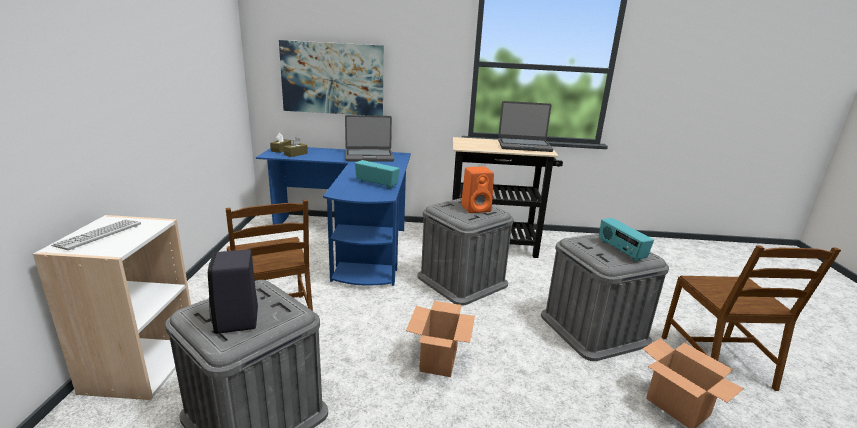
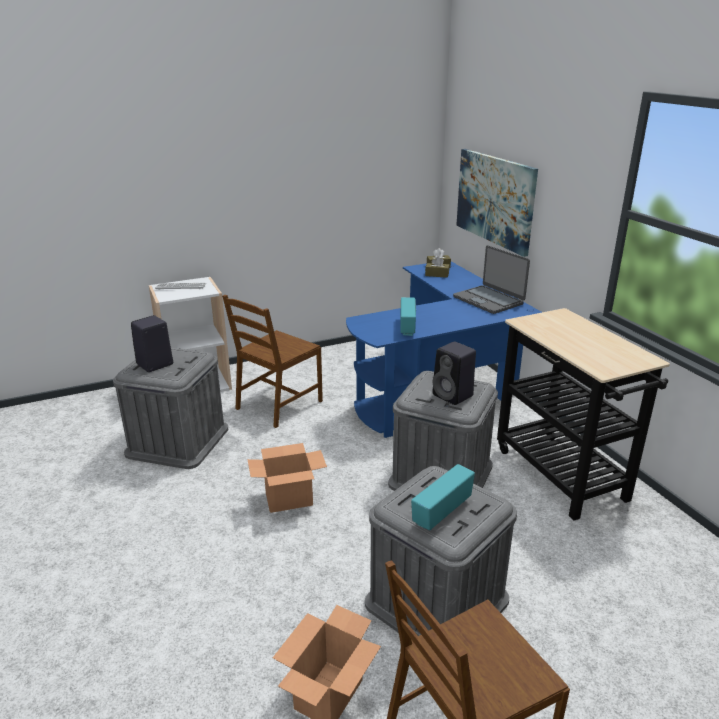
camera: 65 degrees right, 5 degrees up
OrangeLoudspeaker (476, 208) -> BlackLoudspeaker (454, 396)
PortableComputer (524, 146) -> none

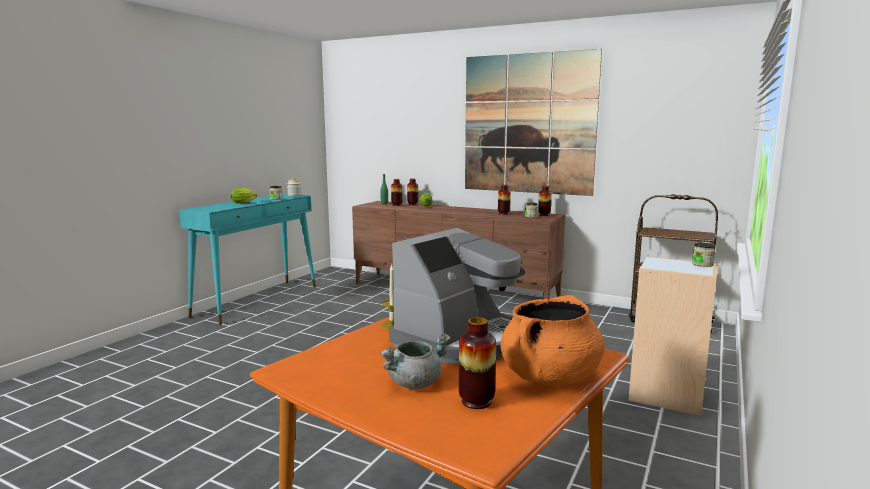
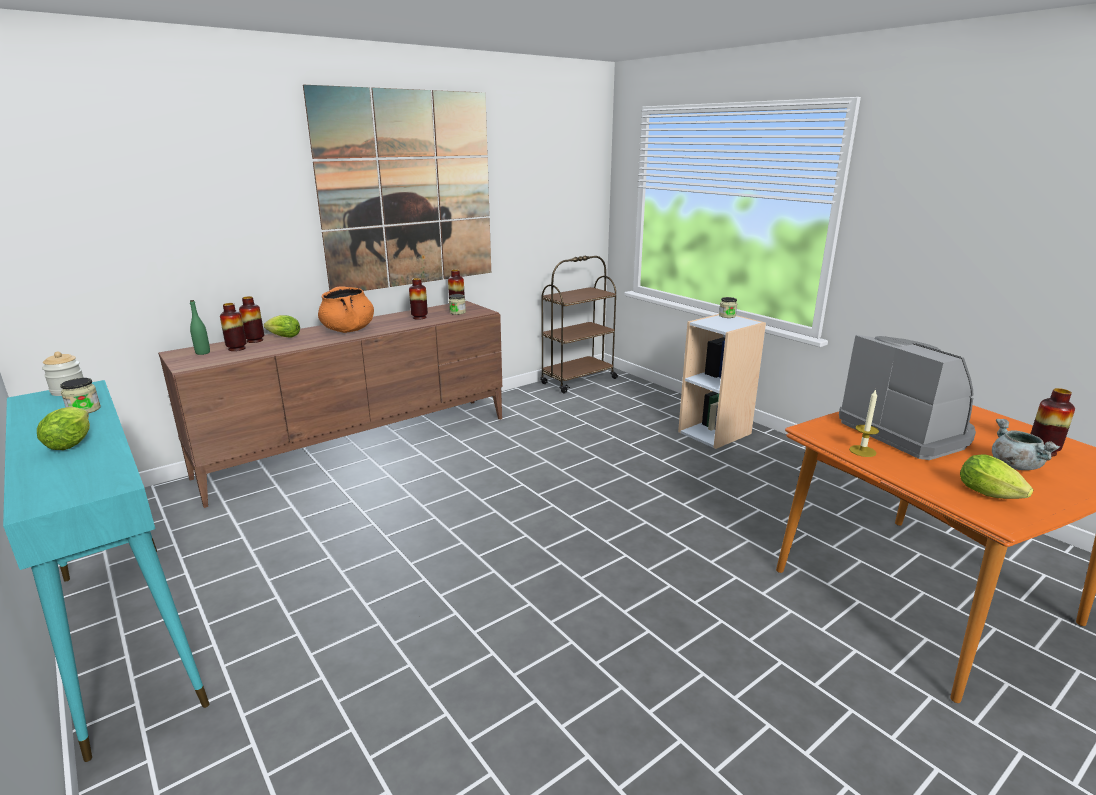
camera: 65 degrees left, 10 degrees up
OrangeCookingPot (549, 377) -> OrangeCookingPot (348, 330), move
none -> LettuceHead (992, 496)

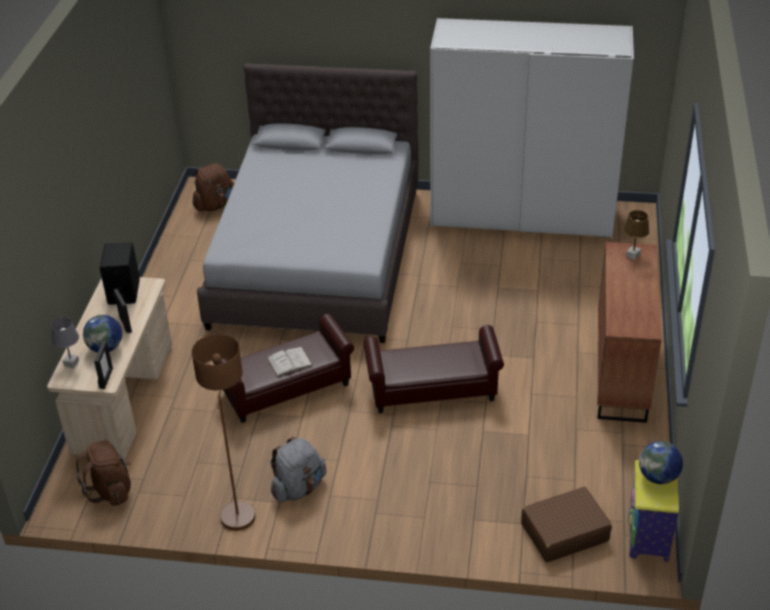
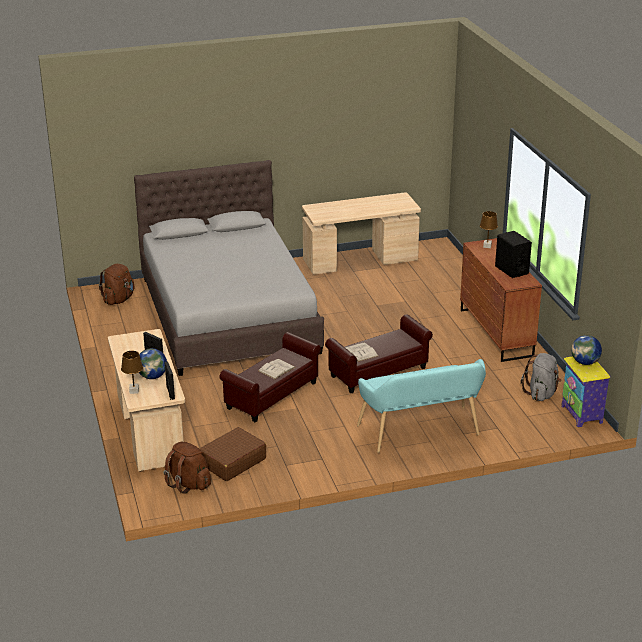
camera: 25 degrees left, 10 degrees down
GrayLampForATable (71, 363) -> BrownLampForATable (134, 390)
BlackLoudspeaker (124, 291) -> BlackLoudspeaker (511, 270), move
BrownStandingLamp (238, 508) -> none
GrayRucksack (299, 488) -> GrayRucksack (541, 393), move
WhiteWardrobe (522, 215) -> SandColouredDesk (360, 261)
BrownSuitcase (564, 532) -> BrownSuitcase (232, 462), move
none -> WhiteVolume (361, 352)
none -> TurquoiseIndoorBench (421, 433)

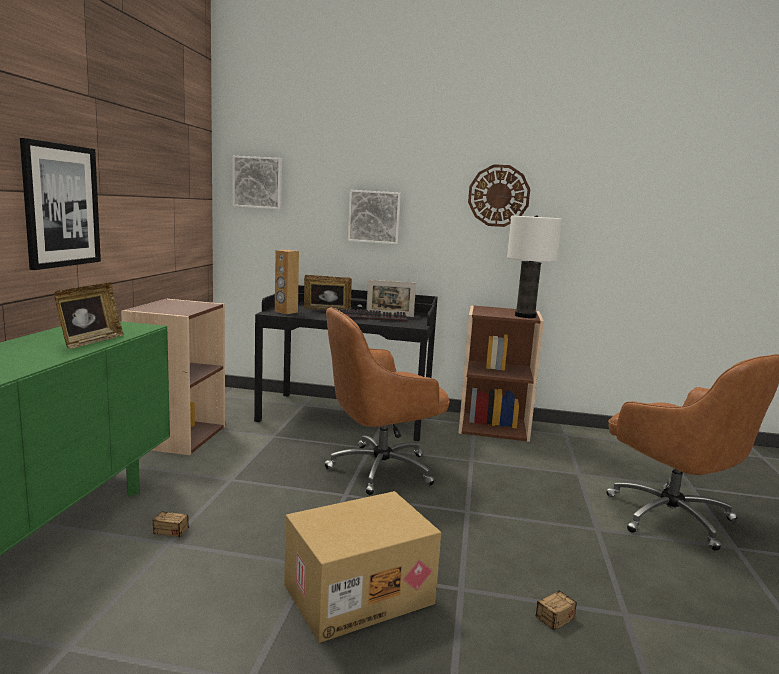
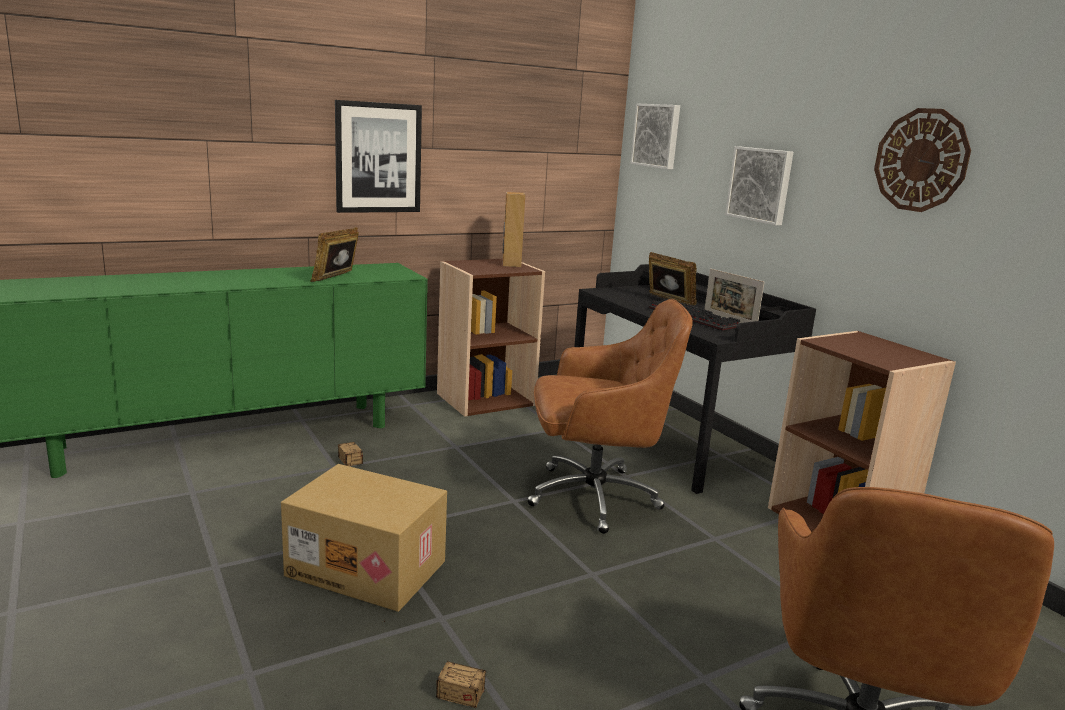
camera: 50 degrees right, 5 degrees up
PictureFrame (90, 342) -> PictureFrame (337, 278), 135 degrees clockwise
BrownLoudspeaker (286, 312) -> BrownLoudspeaker (511, 264), move
BrownComputerChair (380, 469) -> BrownComputerChair (594, 497), 150 degrees clockwise
WhiteLampForATable (525, 316) -> none

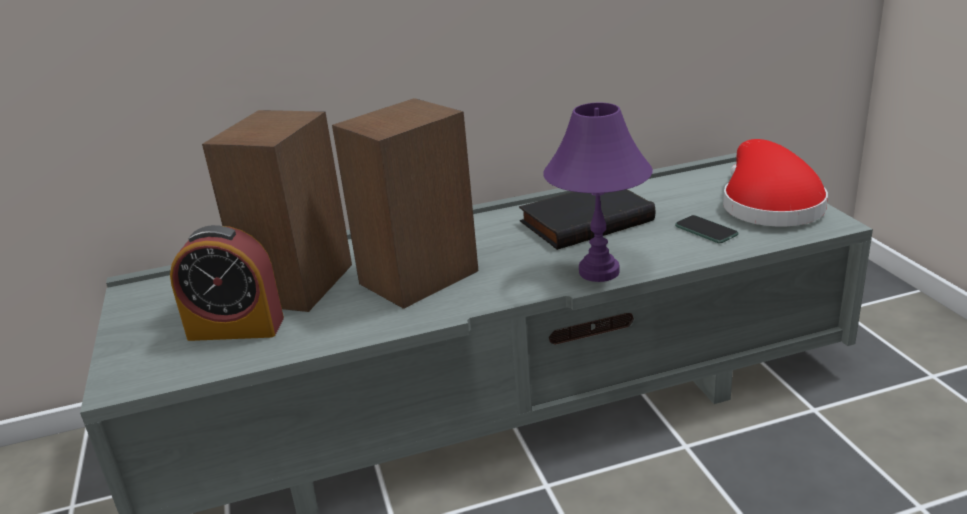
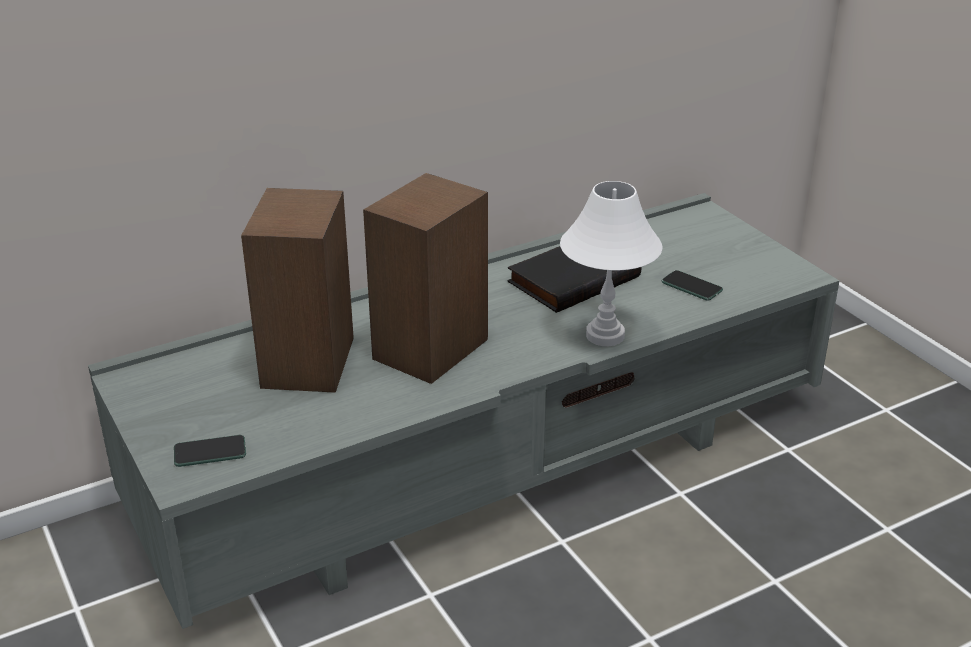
camera: 15 degrees left, 5 degrees up
TableClock (236, 328) -> none
PurpleColouredLampForATable (600, 272) -> WhiteLampForATable (606, 335)
RedColouredHat (768, 205) -> none
none -> Phone (210, 452)

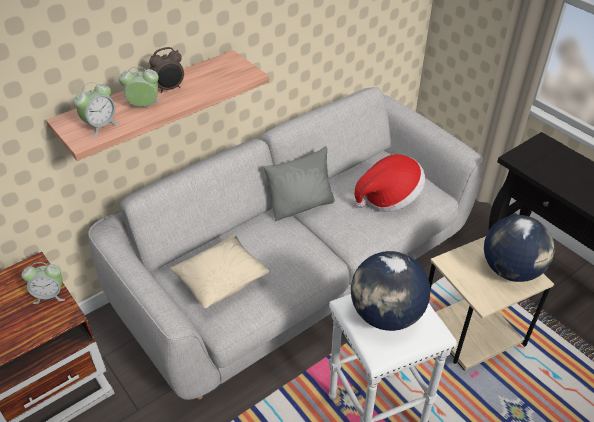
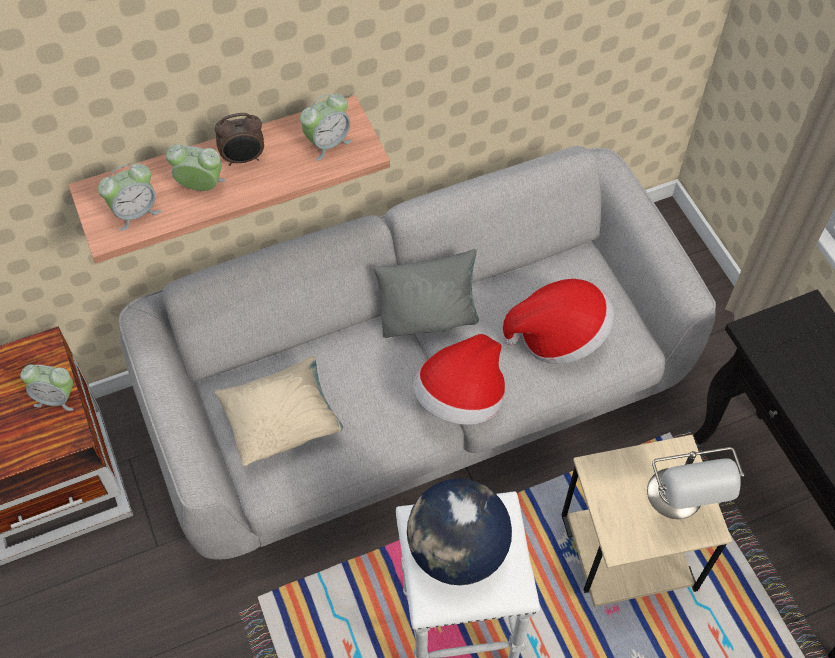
camera: 15 degrees right, 15 degrees up
DeskGlobe (511, 270) -> WhiteLampForATable (679, 504)
none -> TableClock (328, 143)
none -> Hat (461, 398)

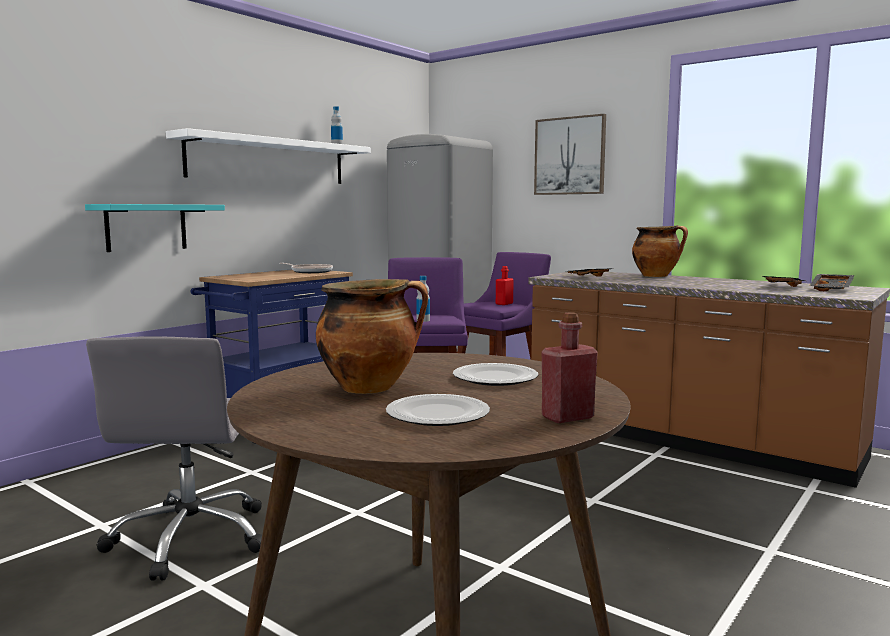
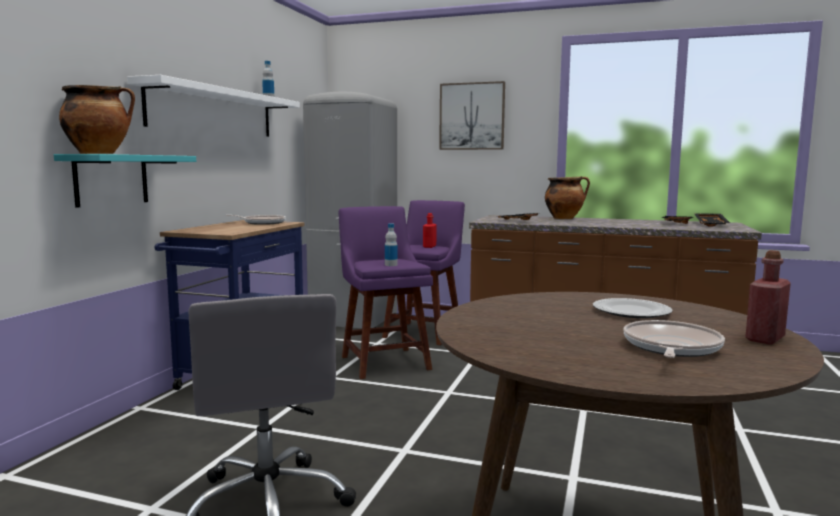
camera: 20 degrees left, 0 degrees up
CookingPot (371, 388) -> CookingPot (99, 154), move
Plate (436, 414) -> FryingPan (670, 348)

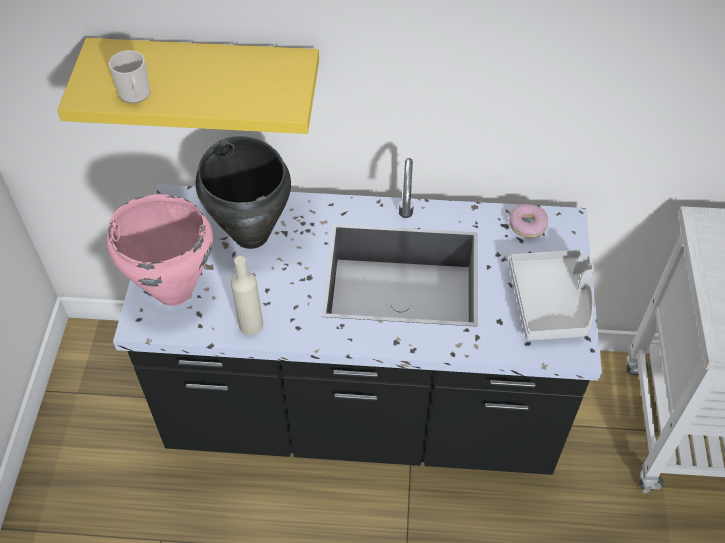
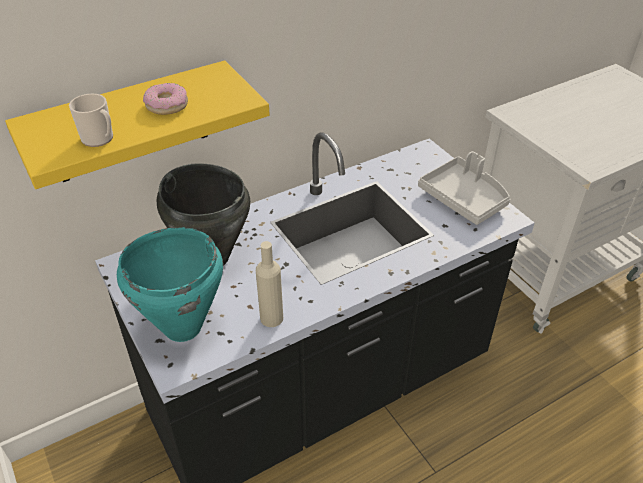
camera: 35 degrees left, 10 degrees down
PinkishCookingPot (173, 290) -> TurquoiseCookingPot (182, 327)
Donut (527, 225) -> Donut (167, 105), move

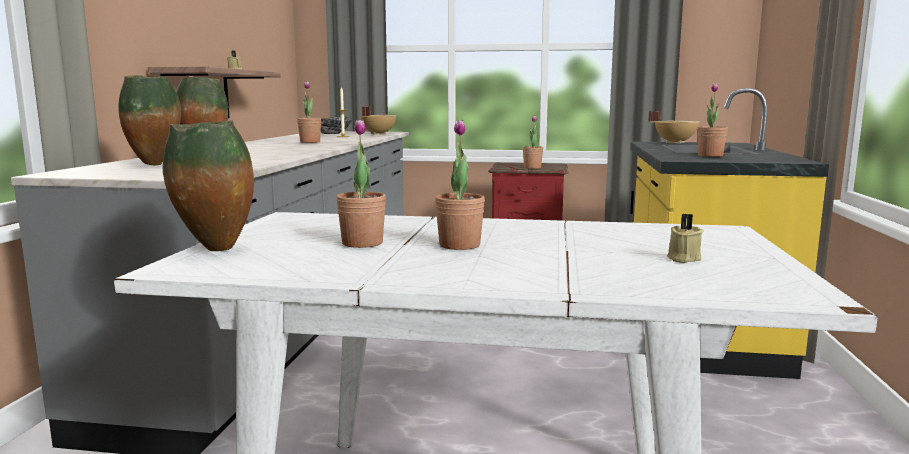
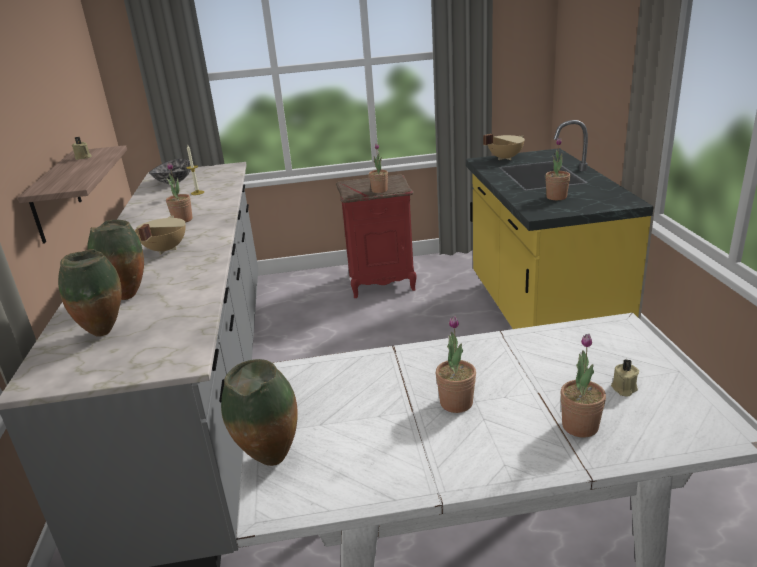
camera: 15 degrees left, 15 degrees up
Houseplant (362, 243) -> Houseplant (580, 426), move
SandColouredCookingPot (377, 134) -> SandColouredCookingPot (164, 250), move

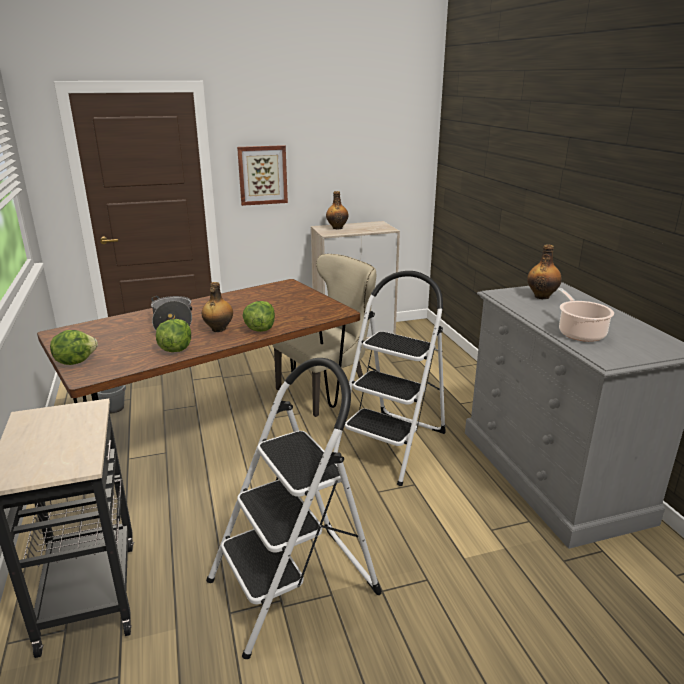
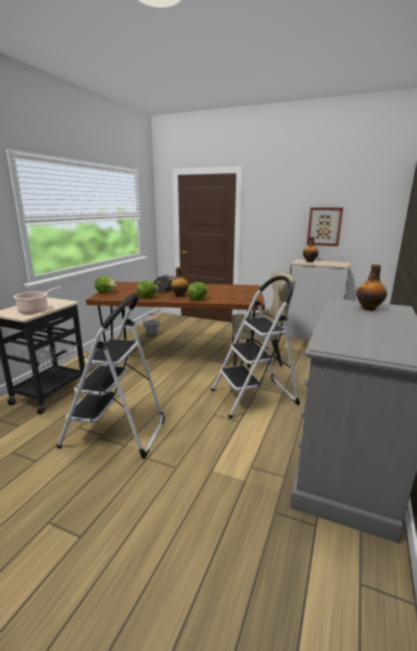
camera: 40 degrees right, 5 degrees down
WallArt (262, 175) -> WallArt (324, 226), move
CookingPot (580, 333) -> CookingPot (35, 310), move

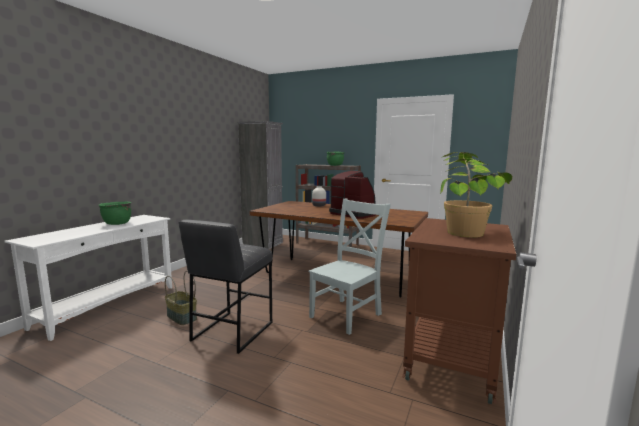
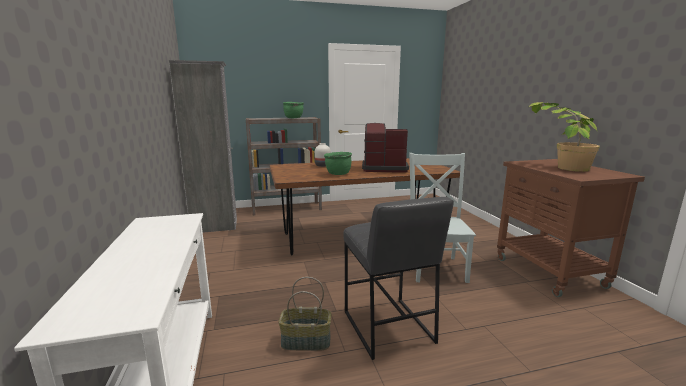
camera: 40 degrees left, 5 degrees up
GreenColouredCookingPot (117, 223) -> GreenColouredCookingPot (338, 174), move

